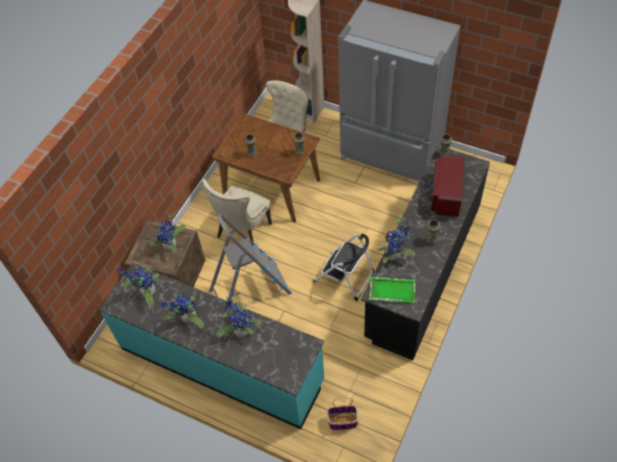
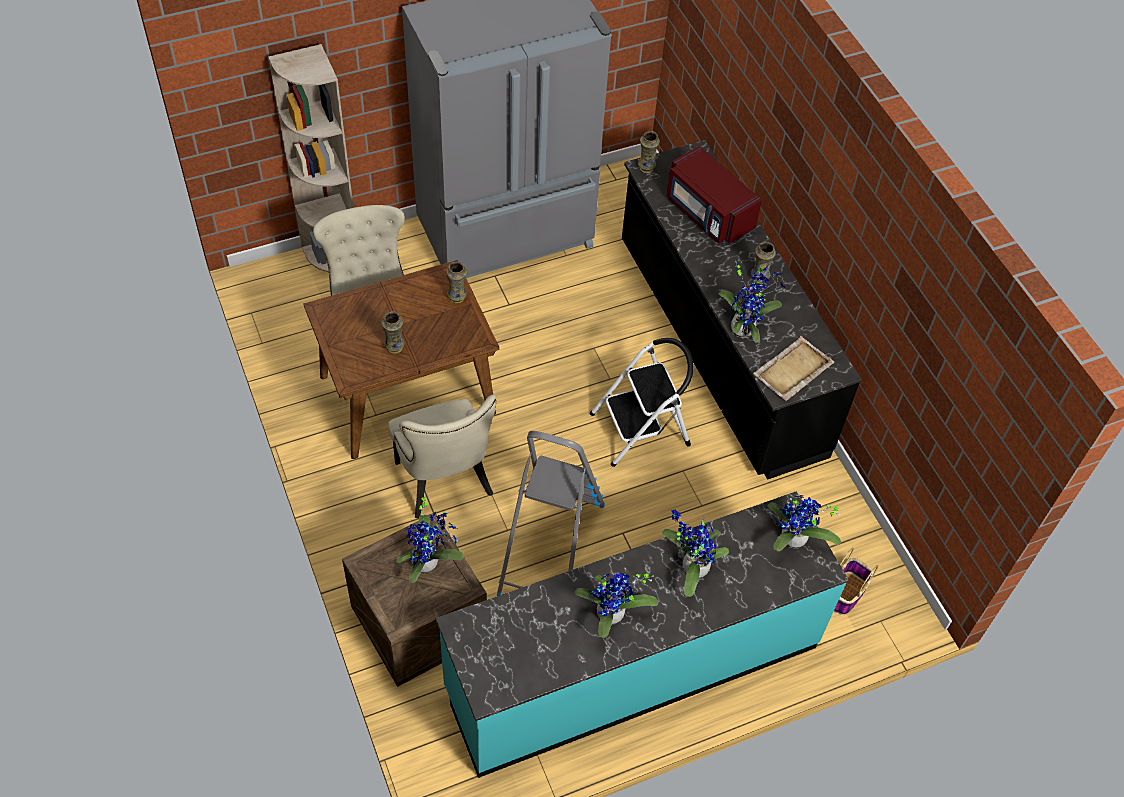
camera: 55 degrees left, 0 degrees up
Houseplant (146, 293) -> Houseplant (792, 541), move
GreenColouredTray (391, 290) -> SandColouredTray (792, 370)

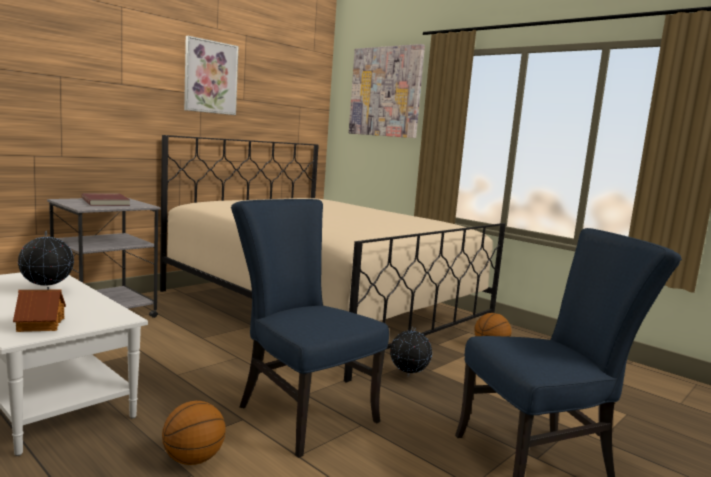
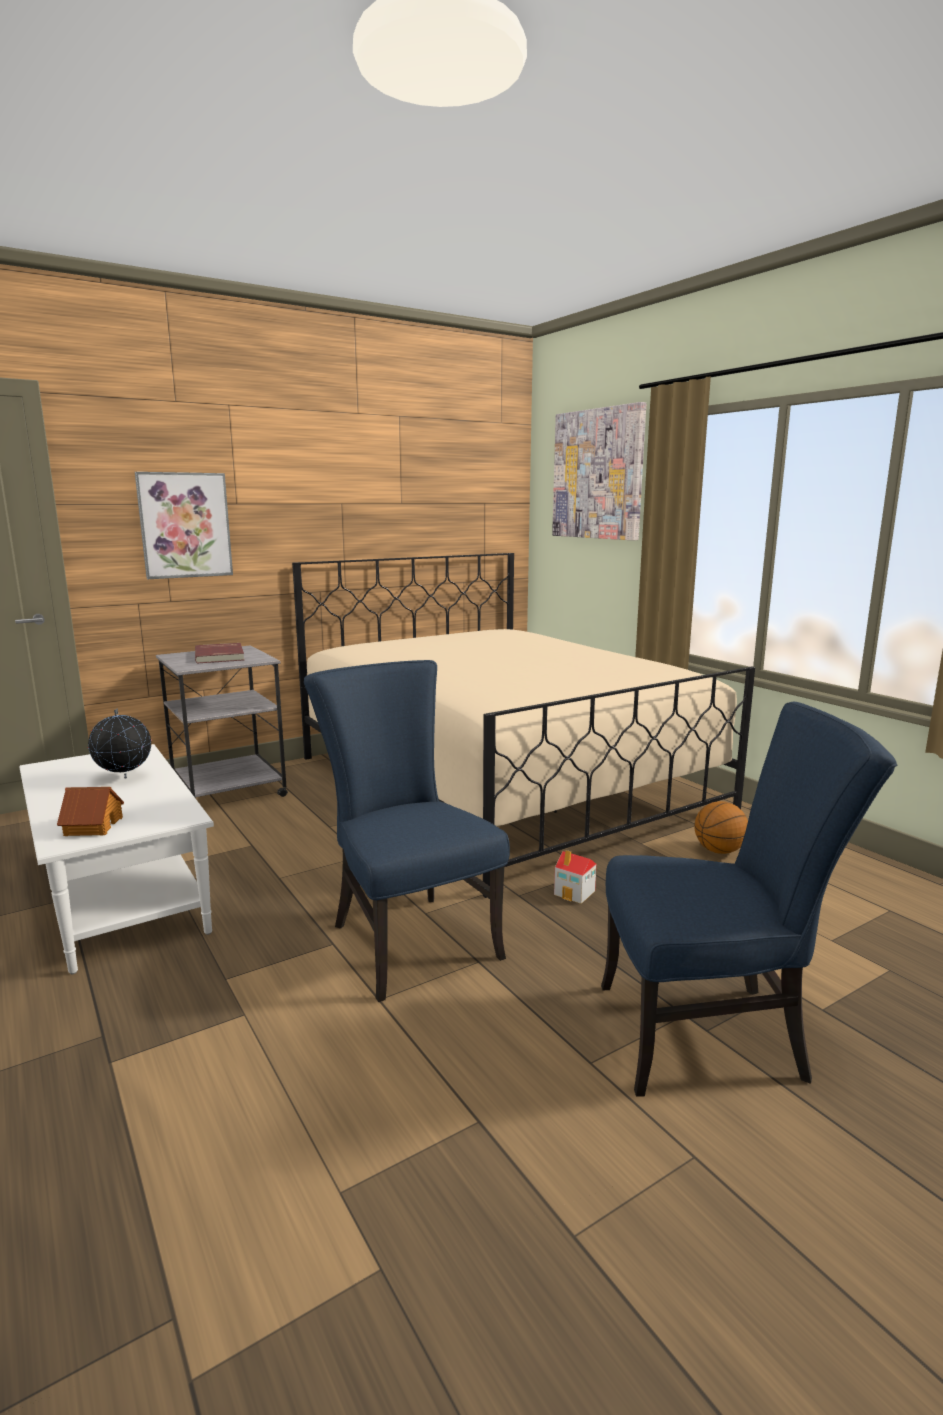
camera: 15 degrees right, 5 degrees up
BallForBasketball (193, 459) -> none
WallArt (210, 77) -> WallArt (185, 525), move
DeskGlobe (408, 377) -> ToyHouse (575, 893)

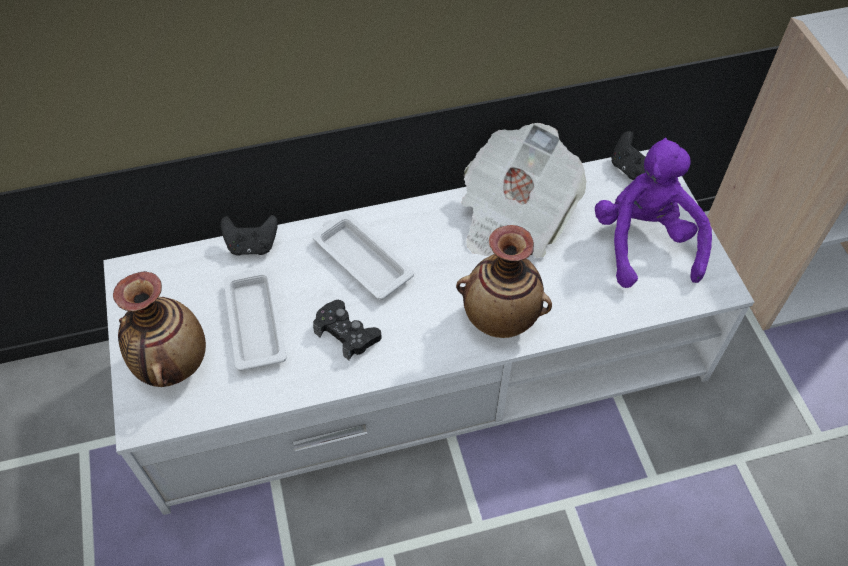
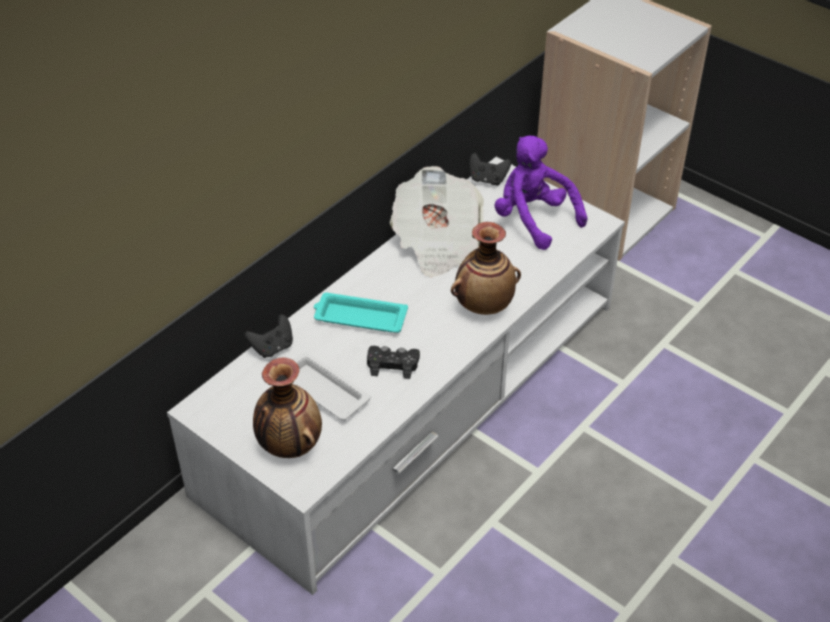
camera: 35 degrees left, 10 degrees down
WhiteTray (361, 259) -> TurquoiseTray (359, 317)

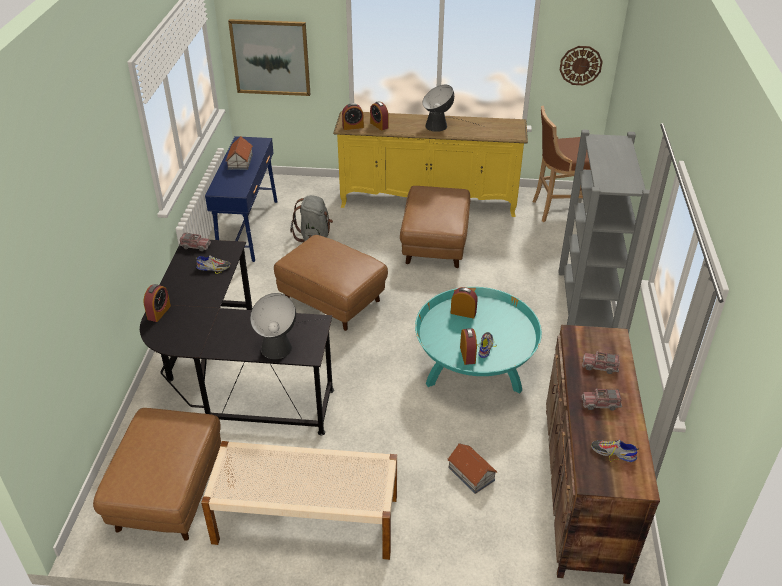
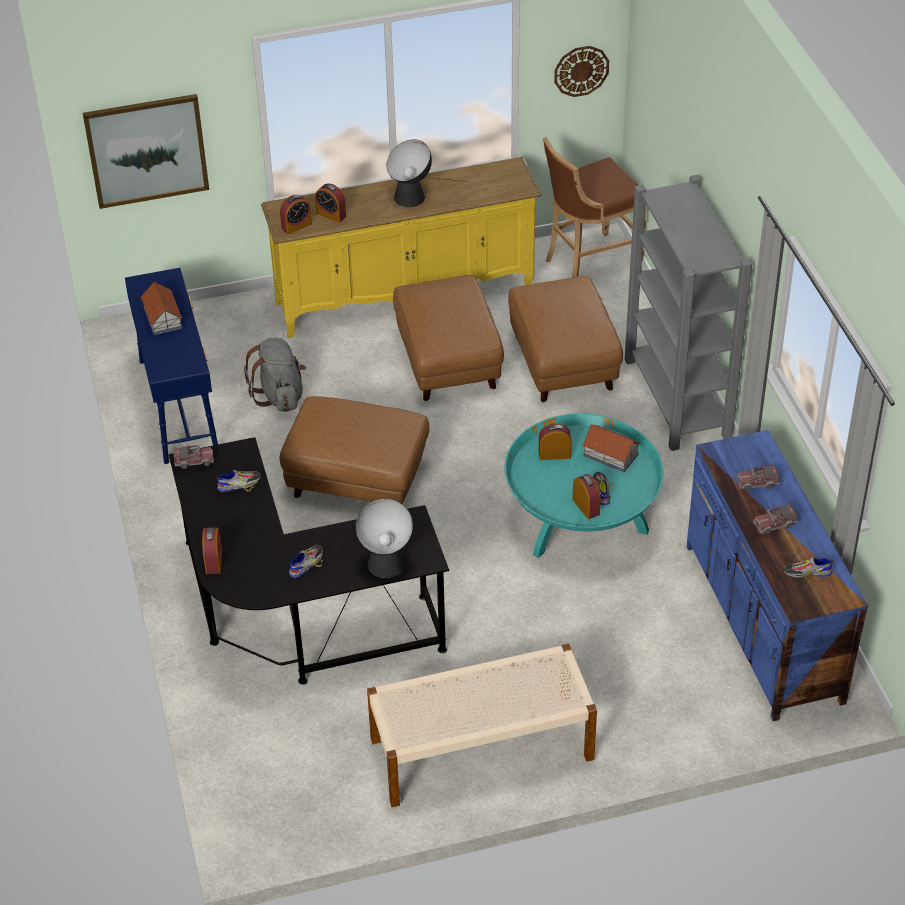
camera: 20 degrees left, 5 degrees up
BrownOttoman (168, 492) -> BrownOttoman (562, 362), move
ToyHouse (471, 474) -> ToyHouse (611, 455), move
BrownCabinet (581, 490) -> BluishCabinet (761, 624)
none -> Shoe (306, 563)

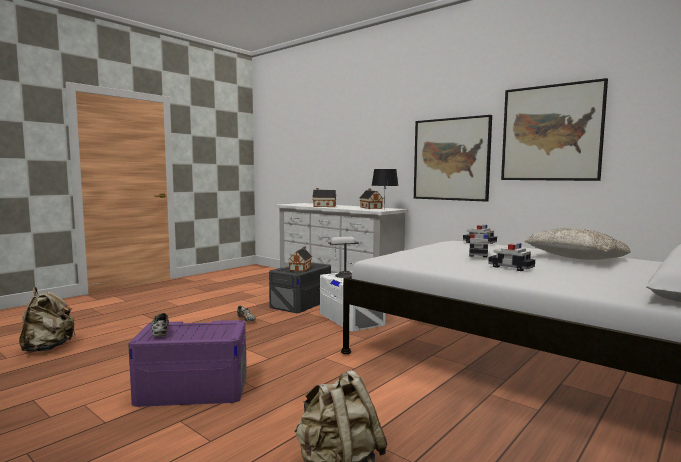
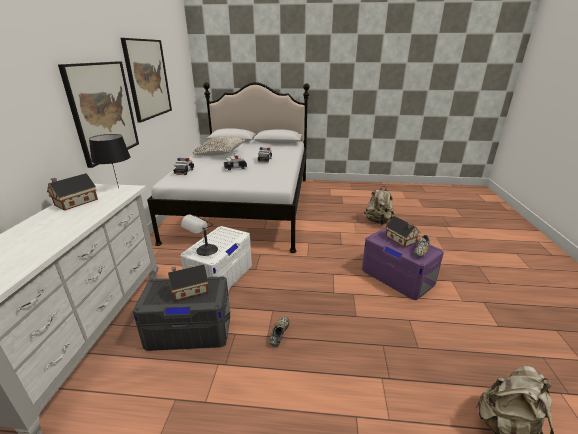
camera: 125 degrees left, 20 degrees up
ToyHouse (323, 206) -> ToyHouse (401, 240), move

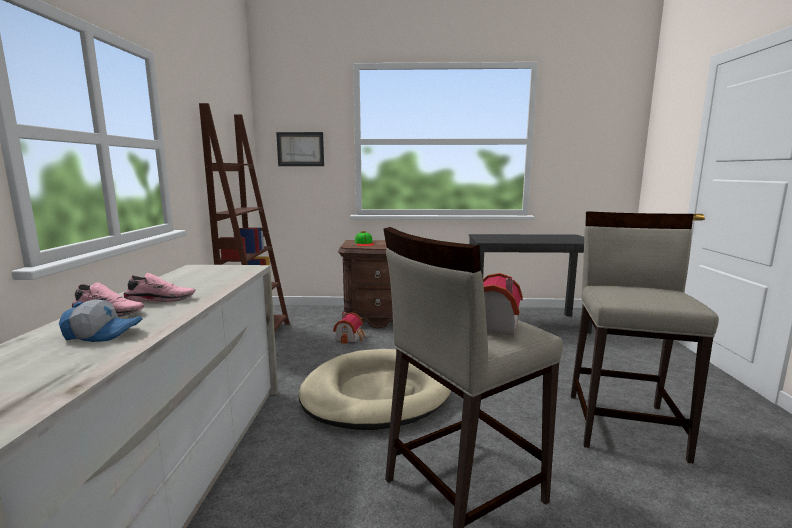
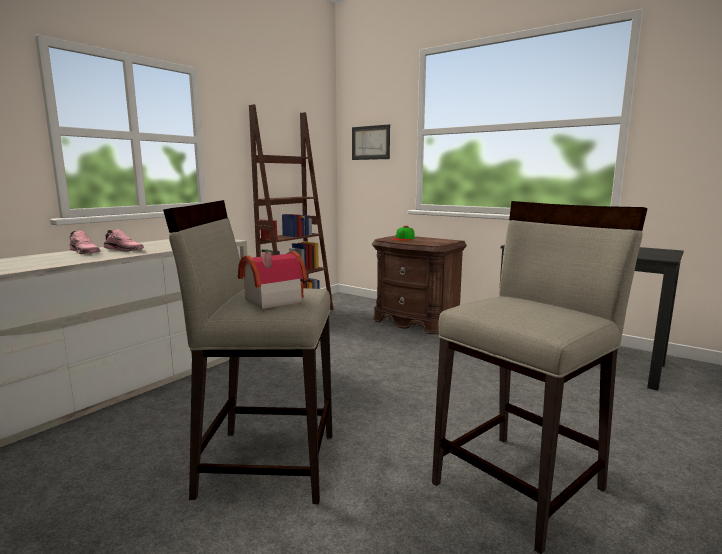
camera: 35 degrees right, 0 degrees up
BaseballCap (103, 334) -> none
SandColouredDogCushion (377, 393) -> none
ToyHouse (350, 337) -> none

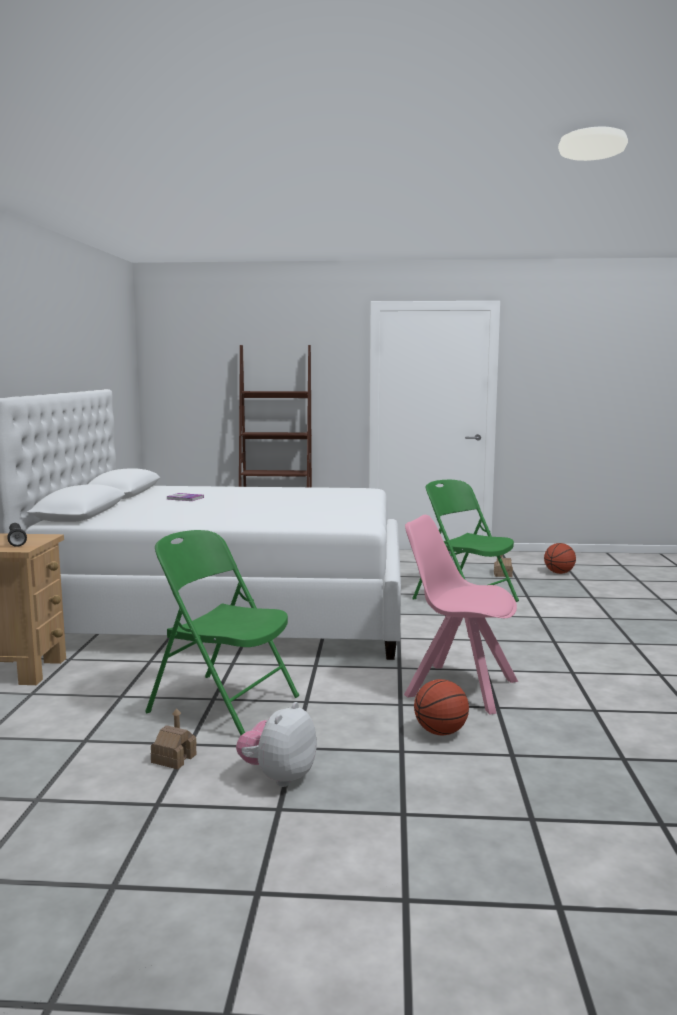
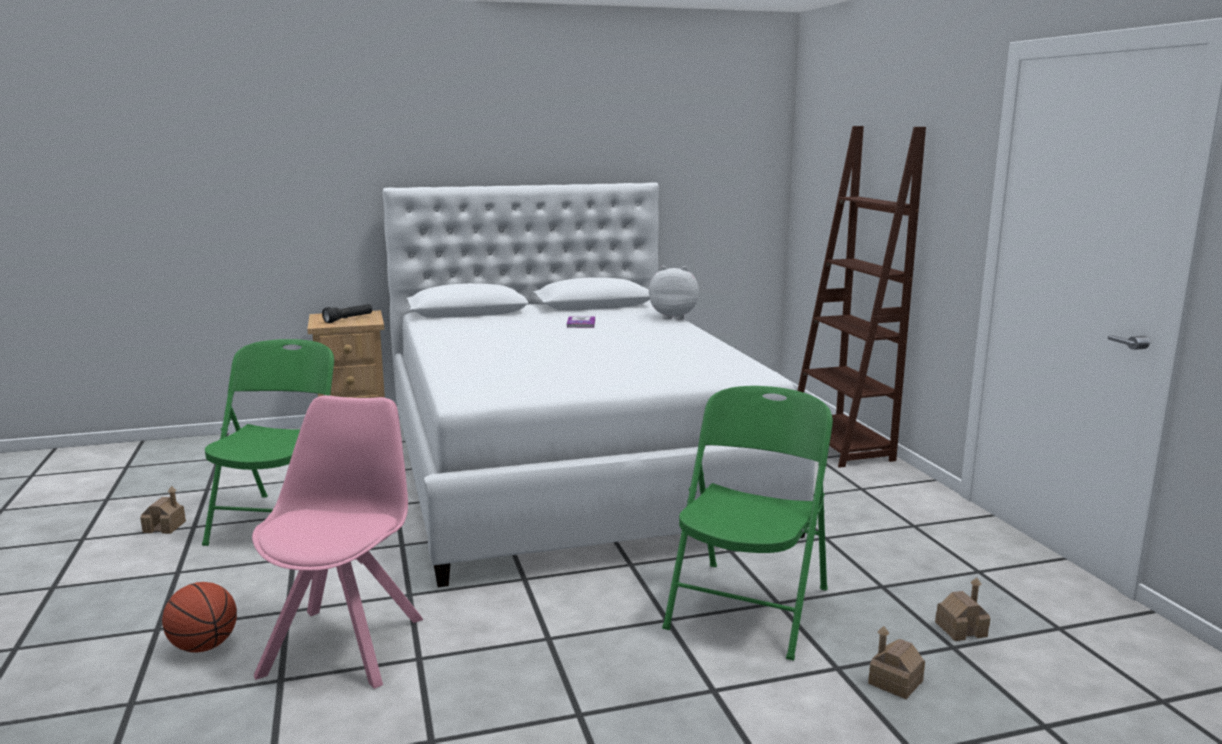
camera: 70 degrees right, 5 degrees up
SoftToy (278, 777) -> SoftToy (673, 317), move
BallForBasketball (559, 573) -> none
none -> ToyHouse (895, 682)

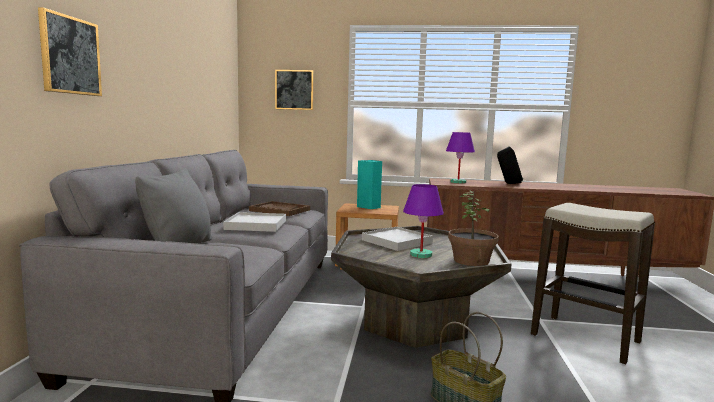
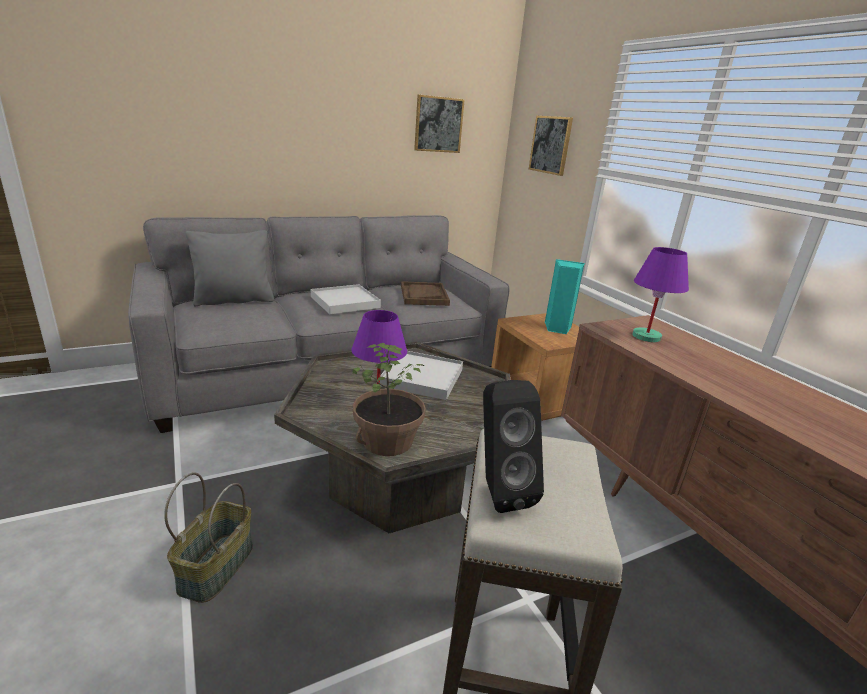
camera: 55 degrees right, 15 degrees up
WallArt (70, 55) -> WallArt (438, 124), move
BlackLoudspeaker (508, 183) -> BlackLoudspeaker (498, 490), move

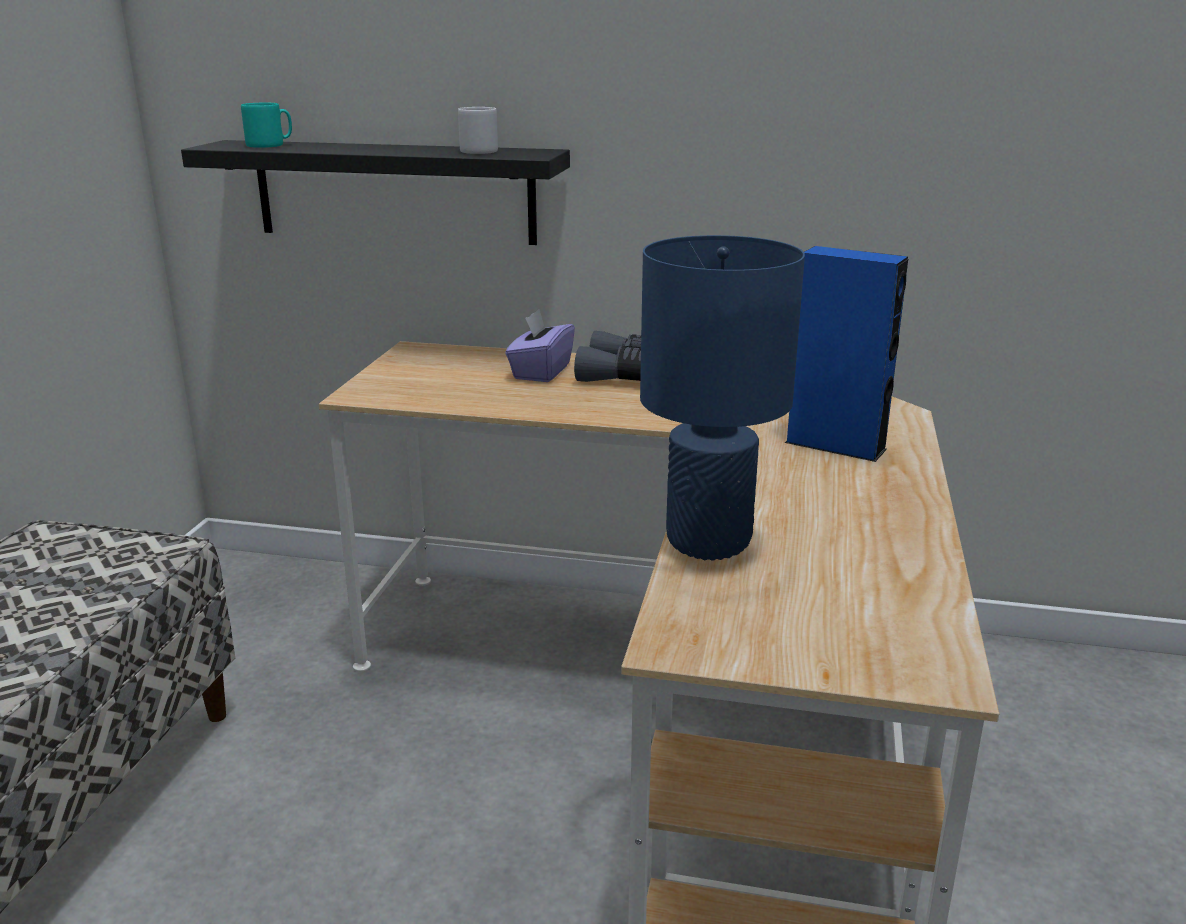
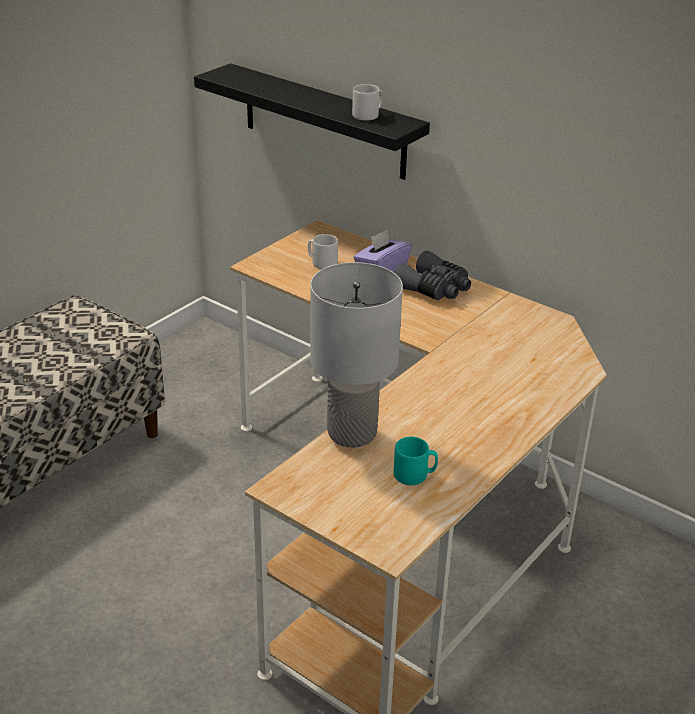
camera: 25 degrees right, 10 degrees up
TurquoiseCoffeeMug (270, 145) -> TurquoiseCoffeeMug (414, 475), move
BluishLampForATable (708, 547) -> GrayLampForATable (352, 437)
BluishLoudspeaker (835, 445) -> none
none -> GrayCoffeeMug (322, 263)

